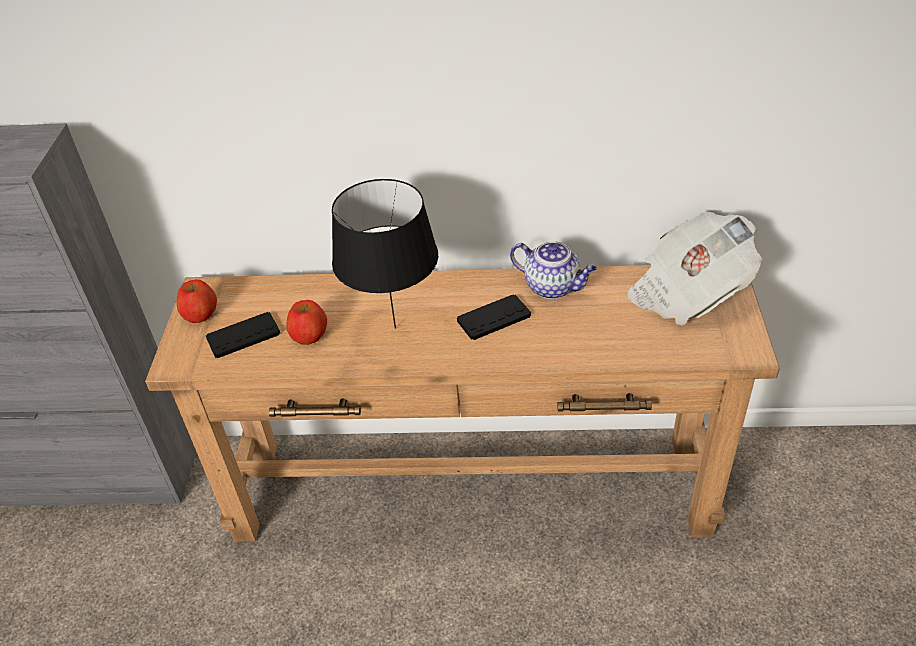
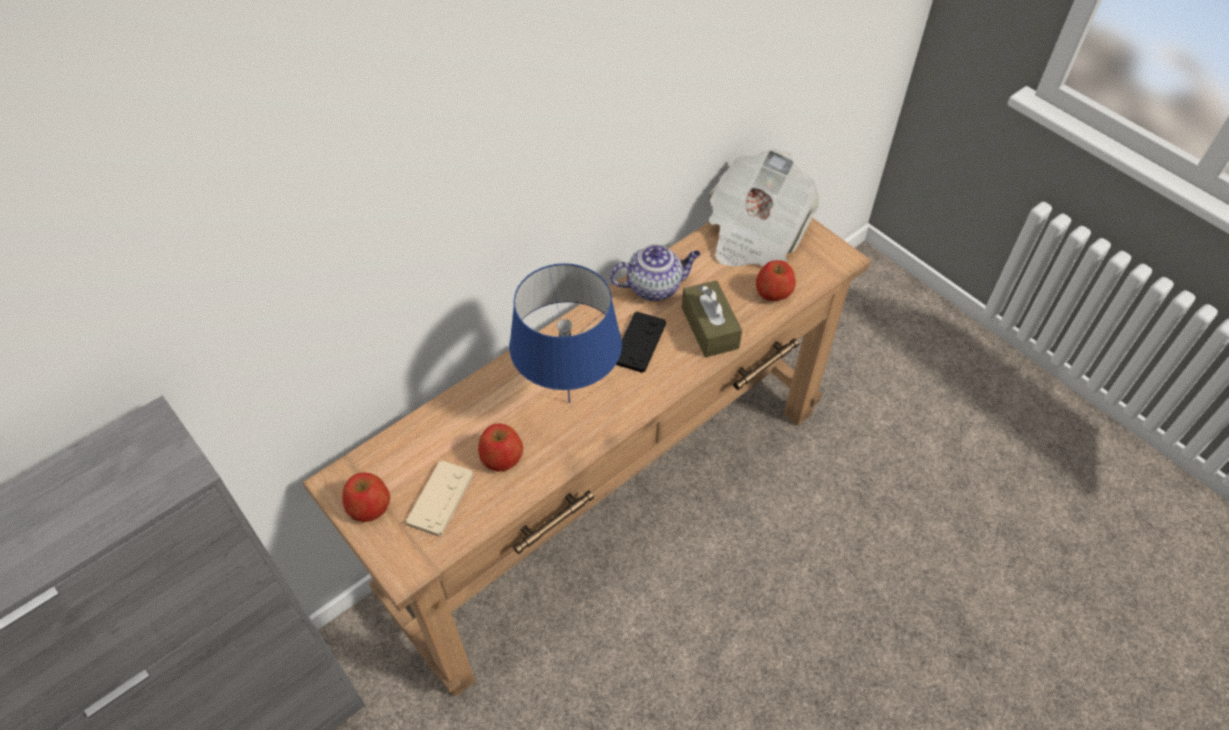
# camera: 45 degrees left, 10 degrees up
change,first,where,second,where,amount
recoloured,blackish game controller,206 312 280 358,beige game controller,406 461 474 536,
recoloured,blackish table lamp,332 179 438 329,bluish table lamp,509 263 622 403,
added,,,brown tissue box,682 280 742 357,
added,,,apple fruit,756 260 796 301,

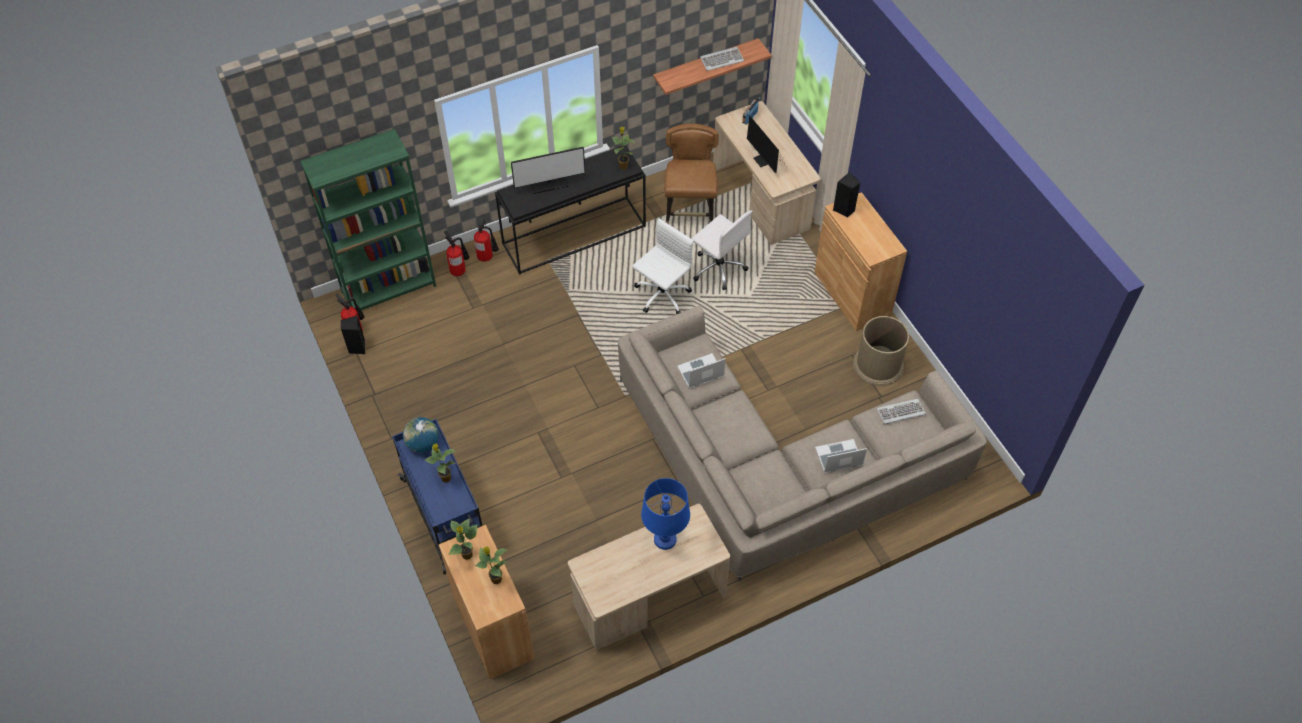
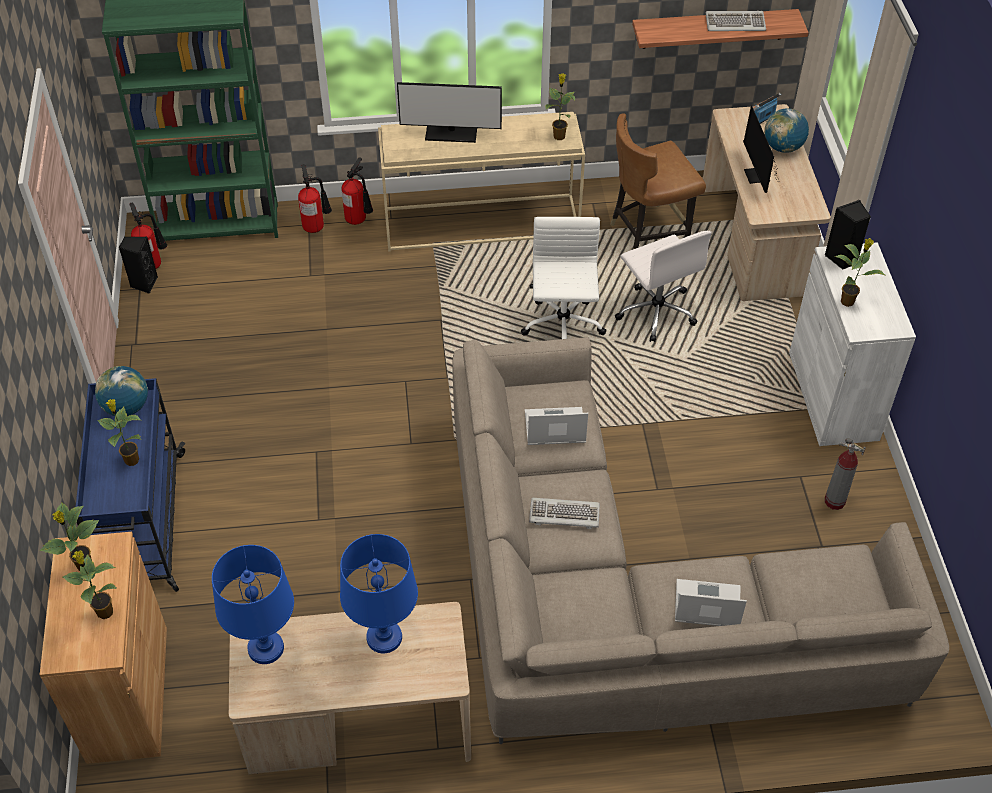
# camera: 20 degrees right, 5 degrees down
change,first,where,second,where,amount
recoloured,blackish console table,495 145 646 275,beige console table,378 112 585 252,
turned,white computer chair,632 218 693 314,,521 217 607 339,60 degrees counterclockwise
turned,brown plain chair,664 124 718 224,,610 113 706 249,135 degrees counterclockwise
recoloured,brown cabinet,814 192 907 331,white cabinet,789 242 916 446,
replaced,brown trash can,853 316 909 386,fire-fighting cylinder,825 438 866 510,
moved,computer keyboard,877 399 926 425,,529 498 600 529,
added,,,bluish table lamp,212 545 294 664,
added,,,world globe,764 108 809 153,
added,,,potted plant,835 238 885 307,

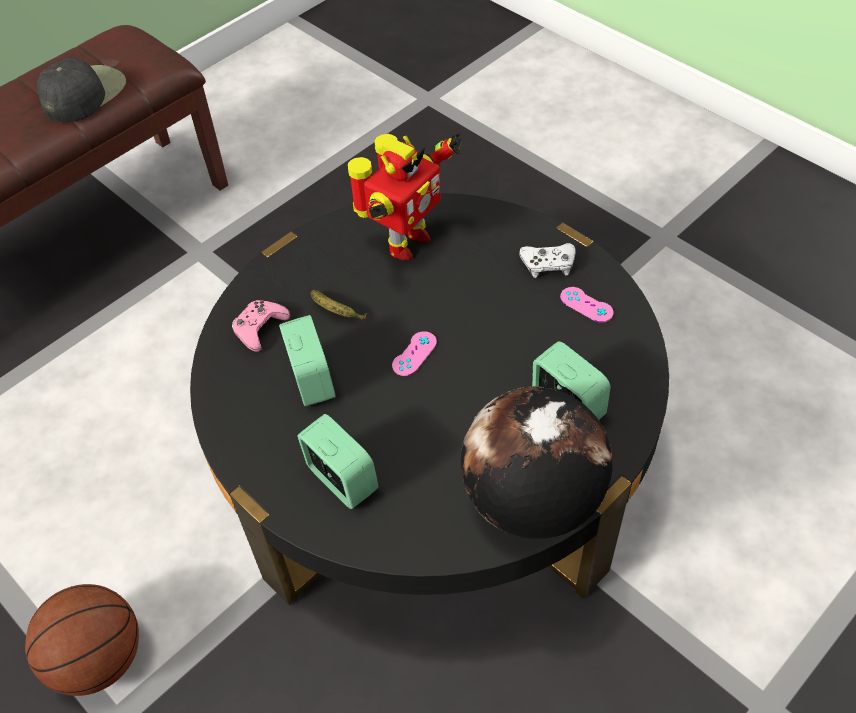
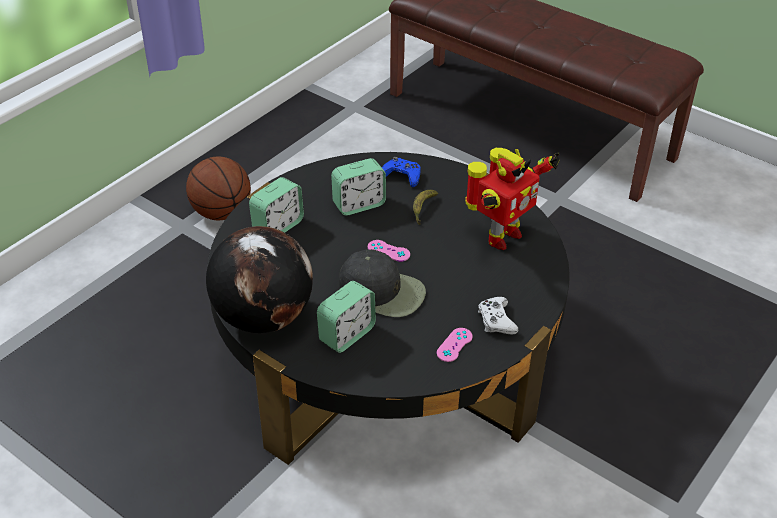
# camera: 80 degrees right, 10 degrees down
change,first,where,second,where,amount
moved,blackish cap,37 58 126 122,,339 249 426 317,
recoloured,pink game controller,232 300 290 352,bluish game controller,382 157 421 187,
turned,model robot,348 132 462 261,,465 148 560 250,75 degrees counterclockwise

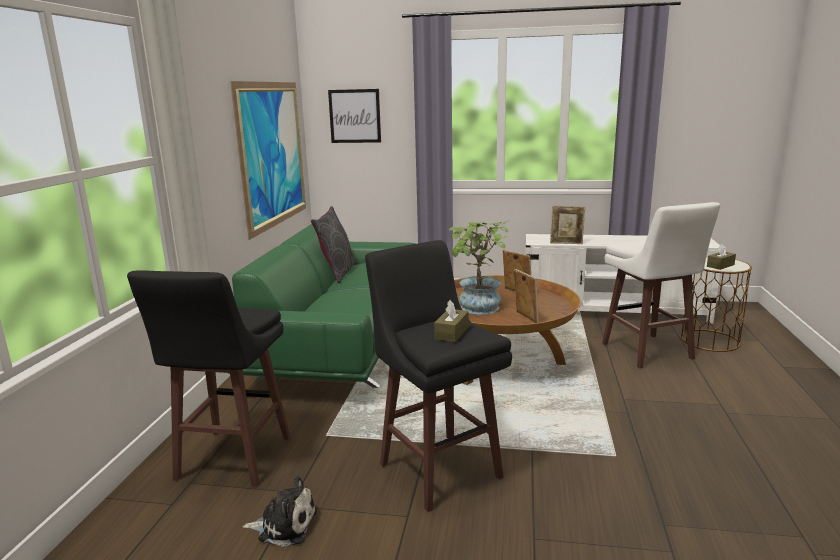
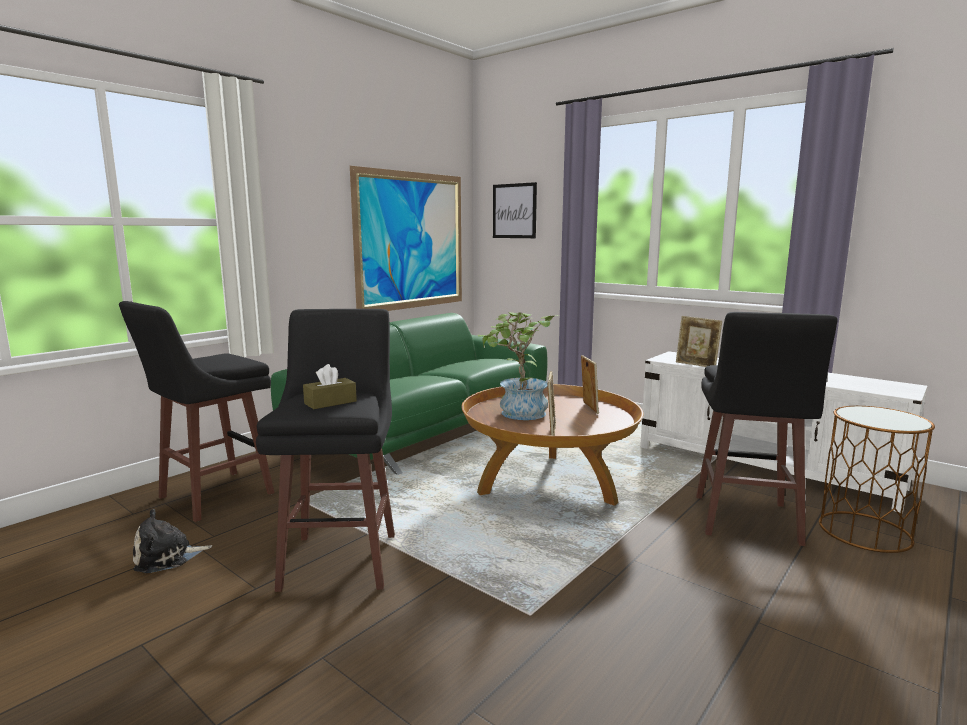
# camera: 30 degrees right, 5 degrees down
change,first,where,second,where,amount
turned,soft toy,242 476 317 547,,133 509 212 573,120 degrees clockwise
removed,grey cushion,311 206 357 283,,,
recoloured,white stool seat,602 202 720 369,blackish stool seat,696 312 837 546,
removed,brown tissue box,707 244 736 270,,,

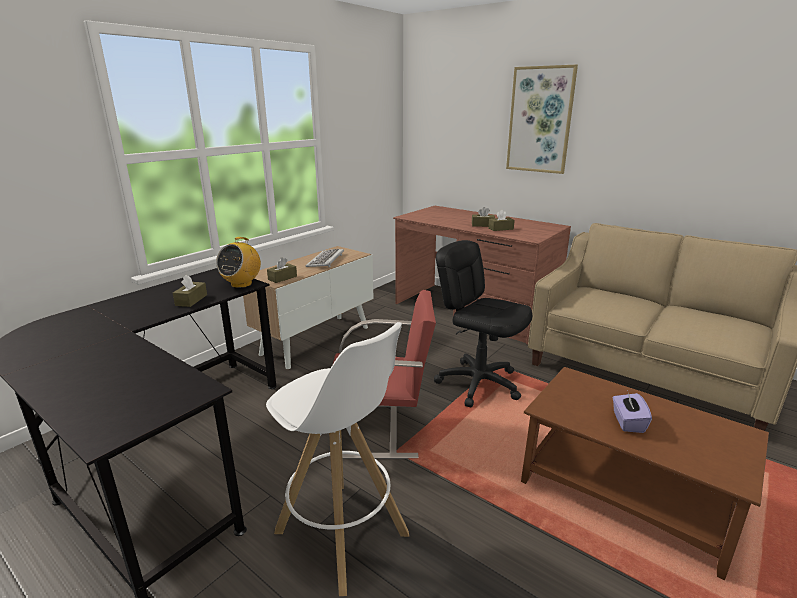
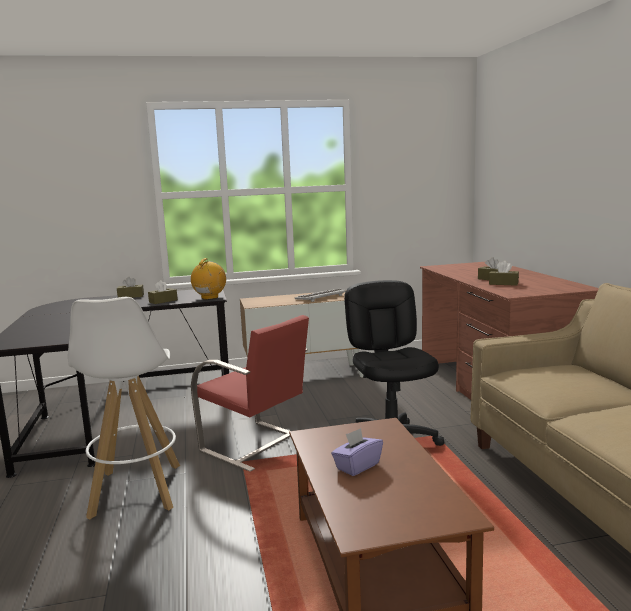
# camera: 40 degrees right, 10 degrees down
change,first,where,second,where,amount
turned,radio set,216 237 261 288,,191 258 226 300,135 degrees clockwise
moved,brown tissue box,267 257 297 283,,117 277 144 298,
removed,picture,506 65 578 174,,,

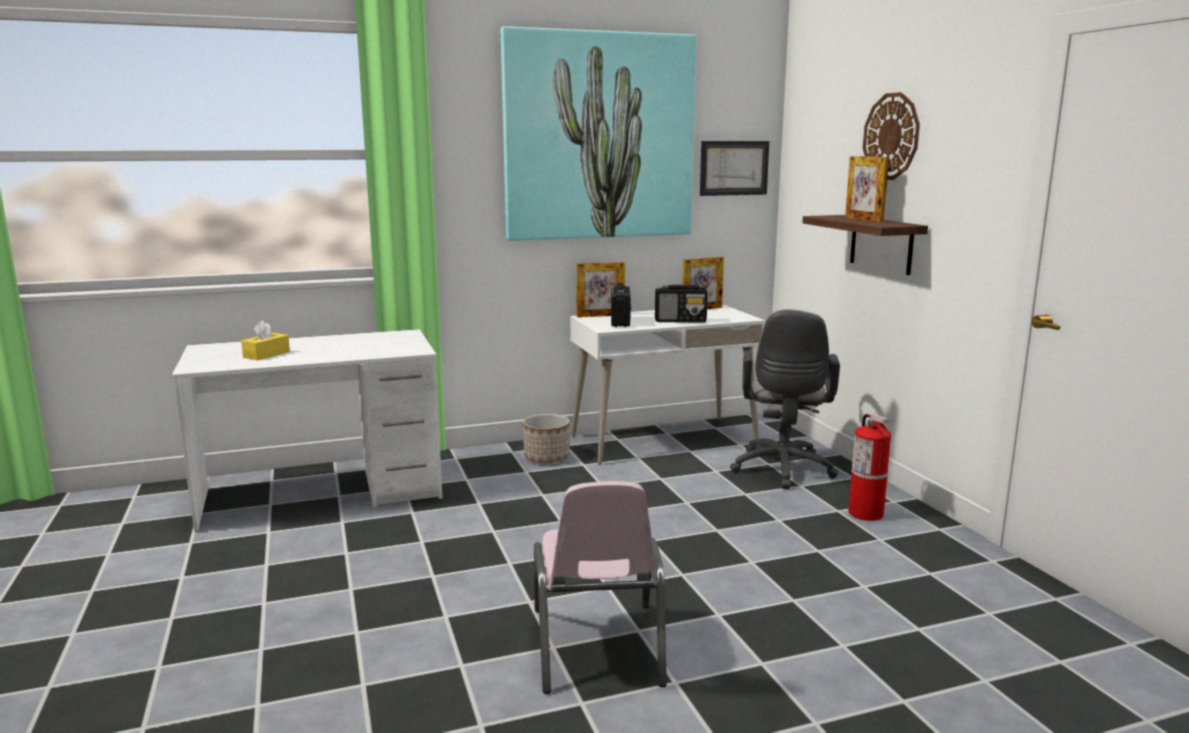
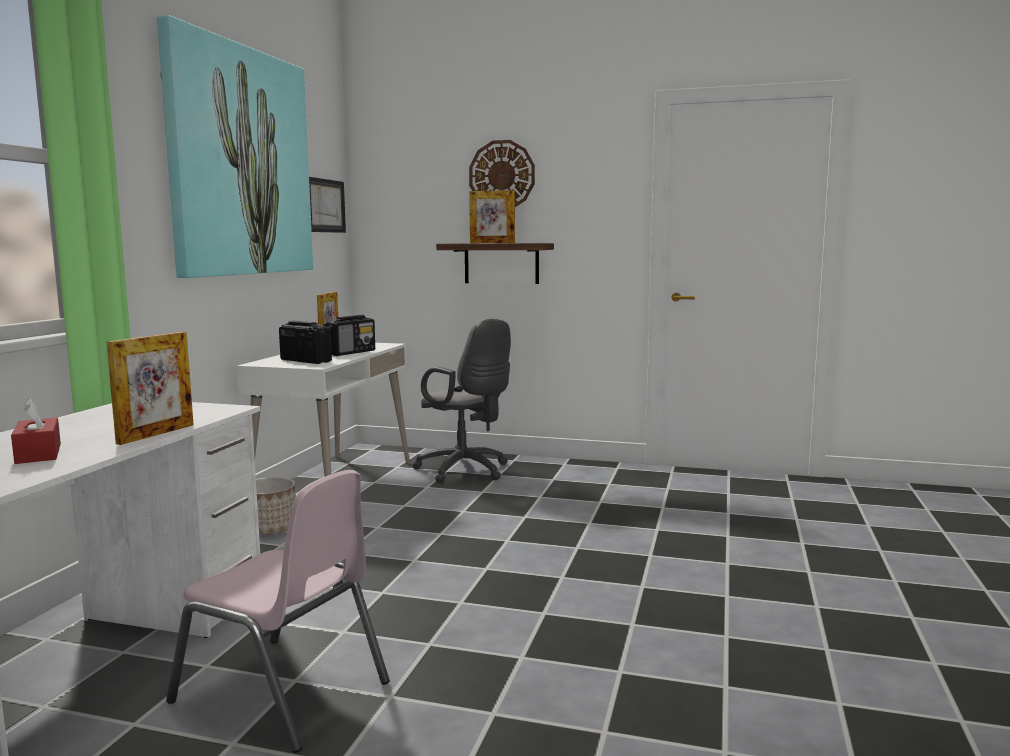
# camera: 55 degrees left, 5 degrees down
change,first,where,second,where,amount
recoloured,yellow-coloured tissue box,241 321 290 360,reddish tissue box,11 398 61 464,
moved,pink plain chair,534 481 667 694,,166 470 390 753,
moved,picture frame,576 262 625 317,,106 332 194 445,
removed,fire-fighting cylinder,848 414 891 521,,,

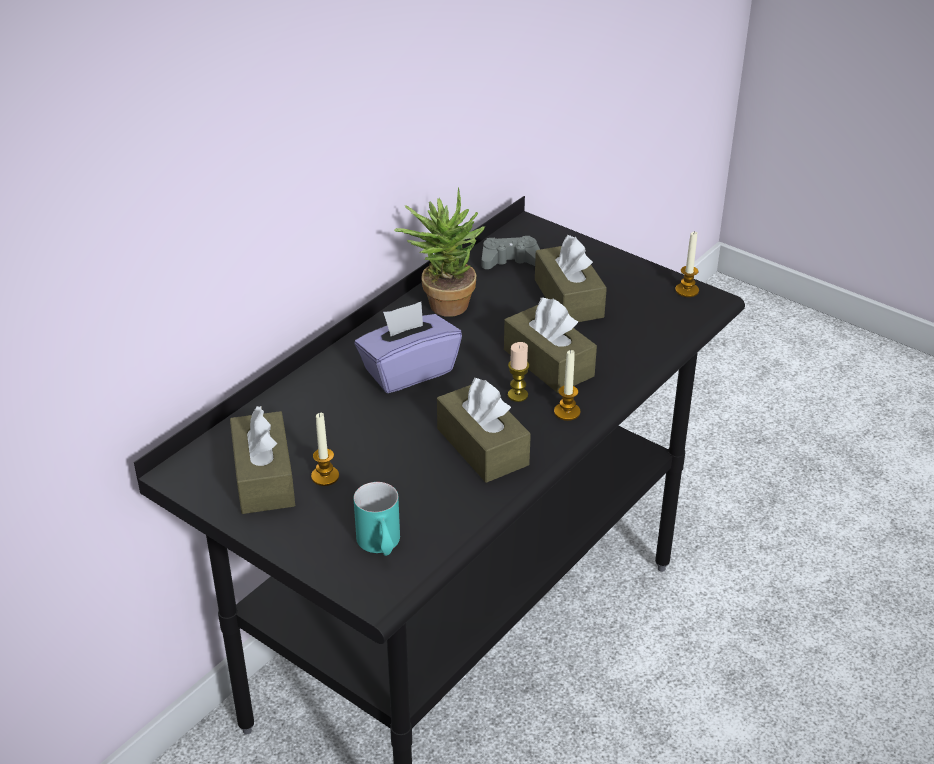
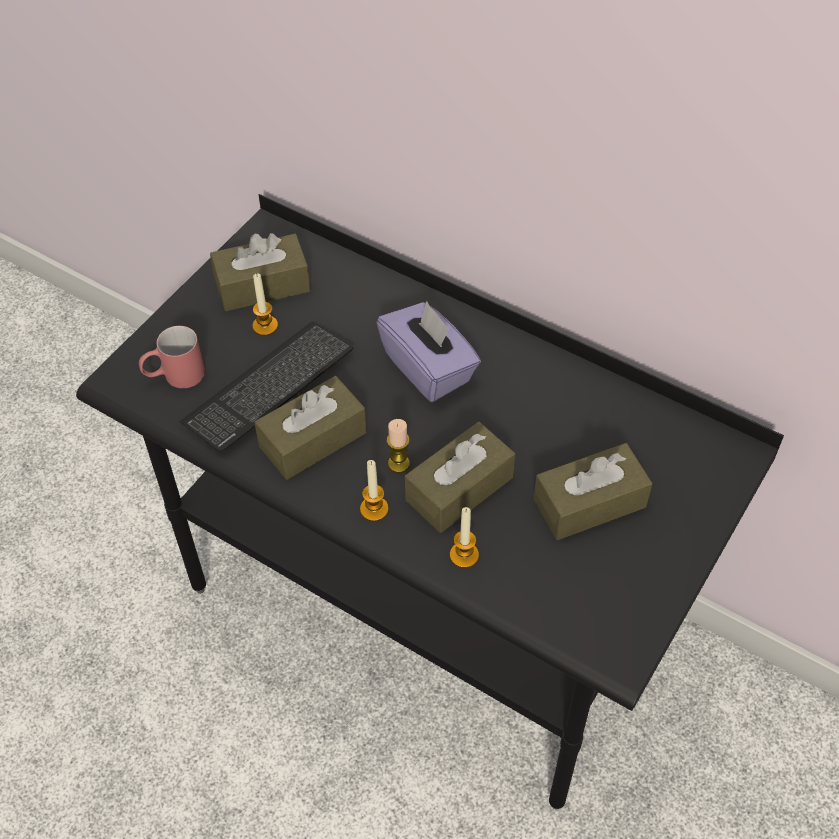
# camera: 85 degrees right, 15 degrees up
change,first,where,second,where,amount
recoloured,turquoise mug,354 482 400 556,reddish mug,139 326 205 388,
removed,potted plant,394 188 485 317,,,
removed,grey game controller,482 236 540 269,,,
moved,candle,675 232 699 297,,450 507 479 568,
added,,,computer keyboard,179 321 353 452,

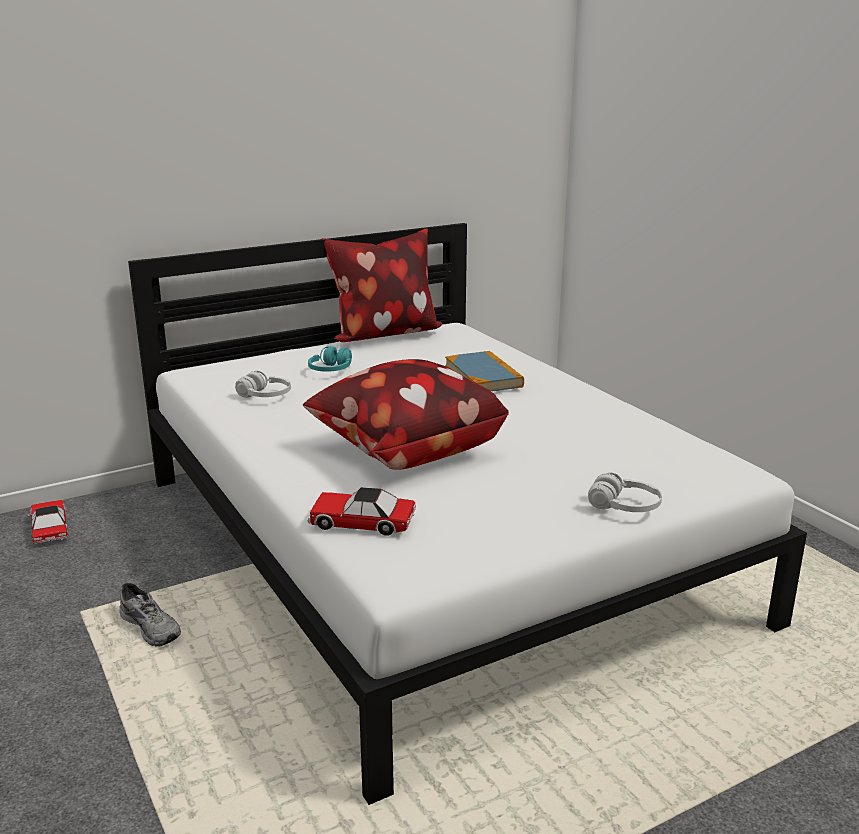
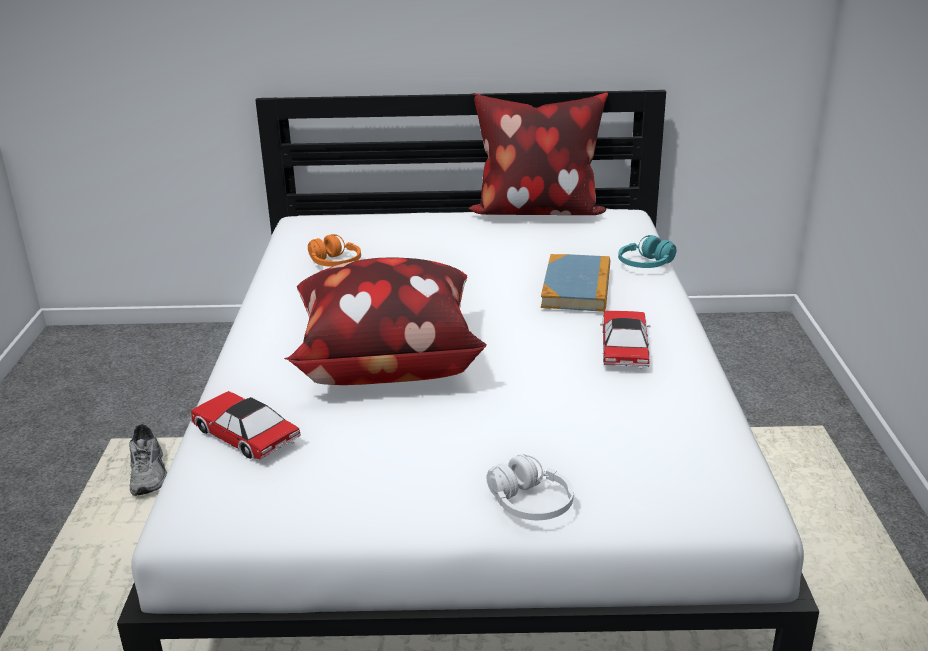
# camera: 30 degrees right, 5 degrees up
change,first,where,second,where,amount
moved,model car,28 500 68 544,,600 311 651 369,
recoloured,white headset,235 371 291 398,orangey headset,308 234 361 267,
moved,turquoise headset,308 346 352 372,,618 235 676 268,

